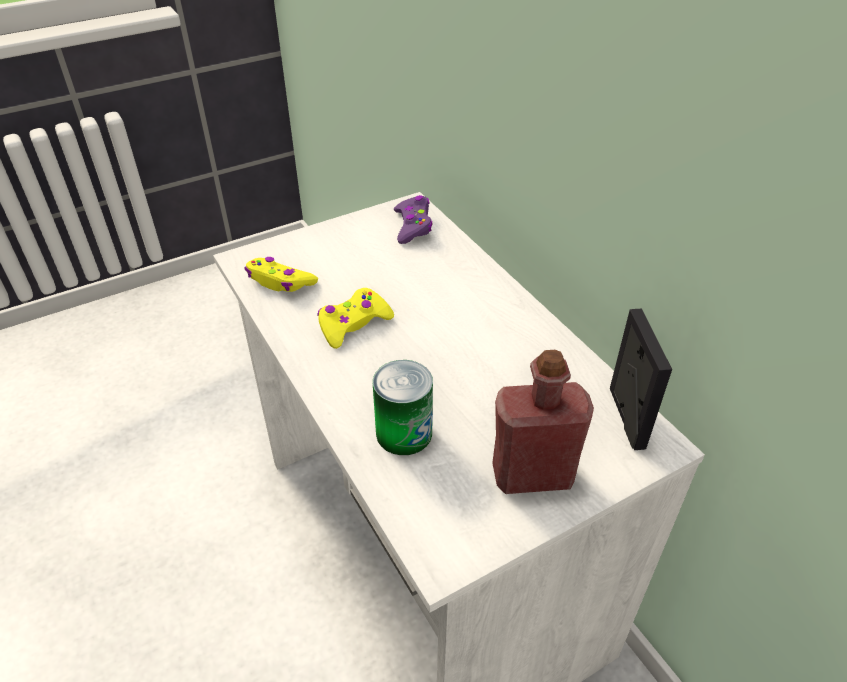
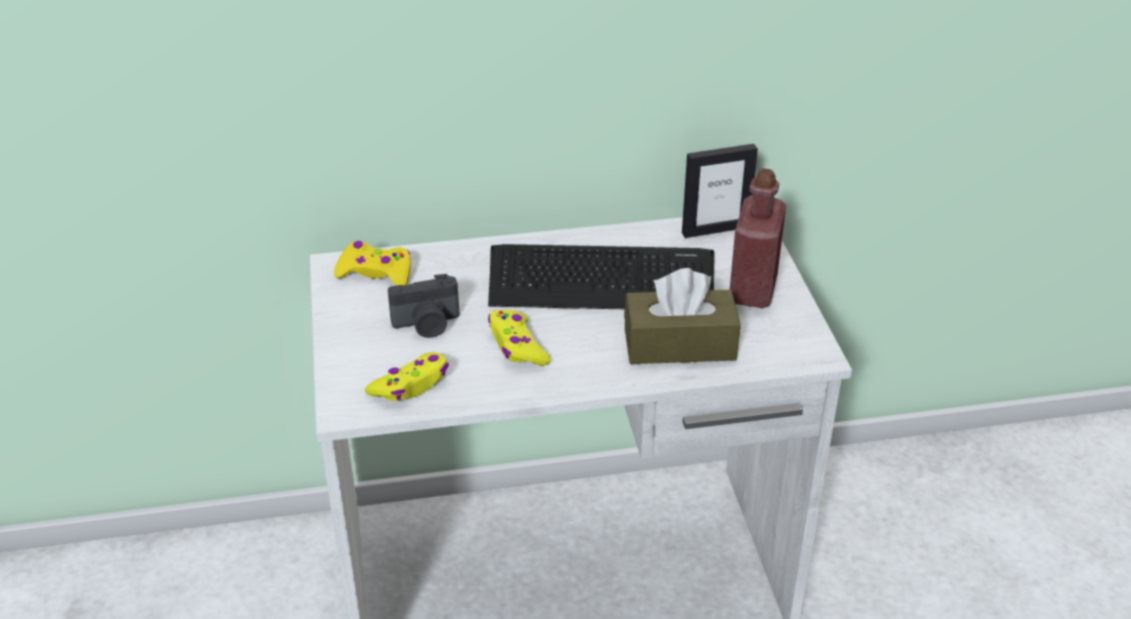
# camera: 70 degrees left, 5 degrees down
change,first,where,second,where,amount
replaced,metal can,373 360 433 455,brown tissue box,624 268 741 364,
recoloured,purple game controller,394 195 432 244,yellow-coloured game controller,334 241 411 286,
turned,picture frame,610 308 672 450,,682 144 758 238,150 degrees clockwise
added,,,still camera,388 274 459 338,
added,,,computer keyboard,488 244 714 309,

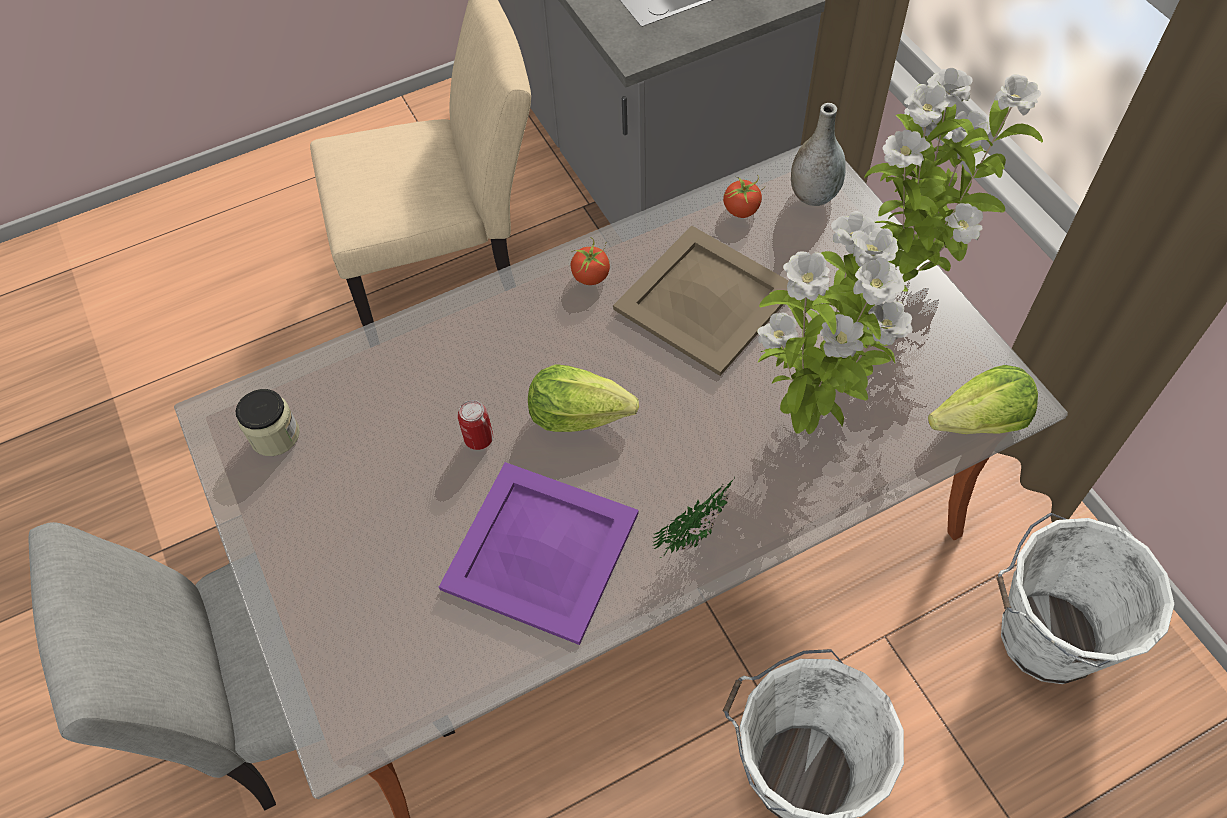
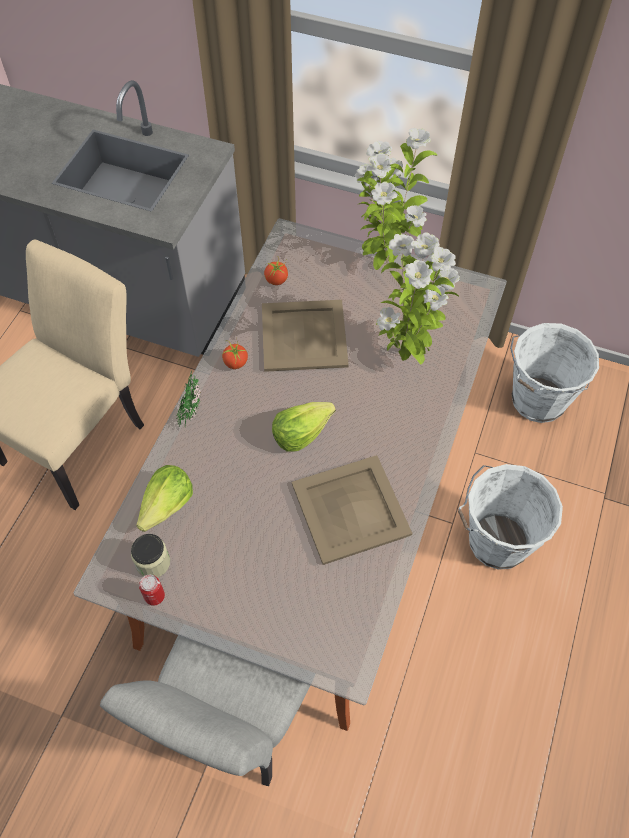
# camera: 45 degrees left, 0 degrees up
change,first,where,second,where,amount
recoloured,purple tray,439 462 639 645,beige tray,292 455 412 565,
moved,metal can,458 400 493 450,,139 575 165 606,
moved,potted plant,653 479 734 558,,176 369 201 430,
removed,grey vase,791 103 846 206,,,
moved,head of lettuce,928 365 1038 434,,136 465 193 532,

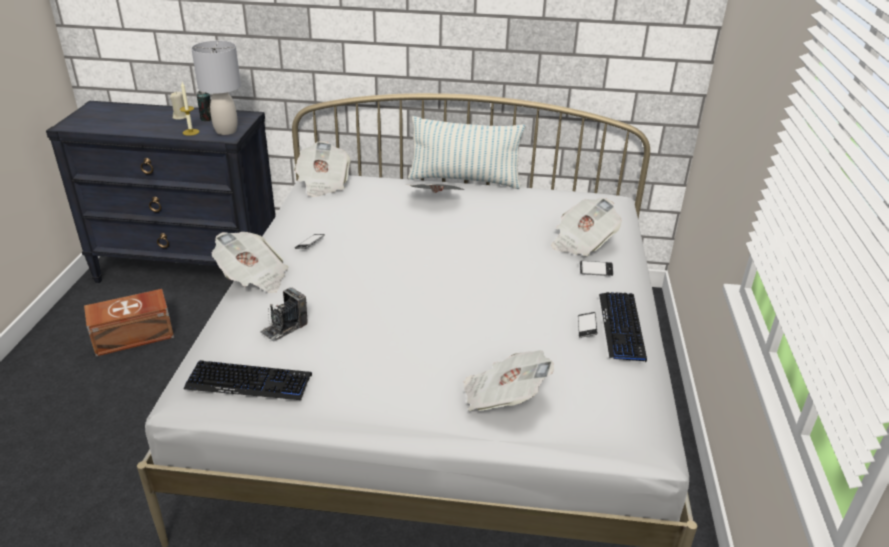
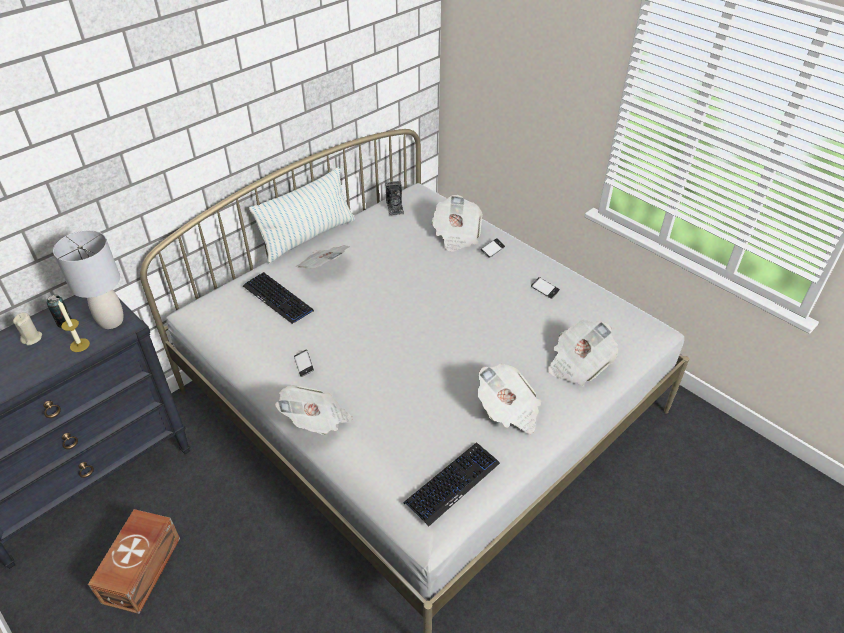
# camera: 50 degrees left, 10 degrees up
change,first,where,second,where,amount
moved,still camera,260 288 308 341,,386 181 404 215,
moved,printed paper,294 141 351 197,,477 364 541 434,
moved,computer keyboard,599 292 647 362,,243 272 314 324,

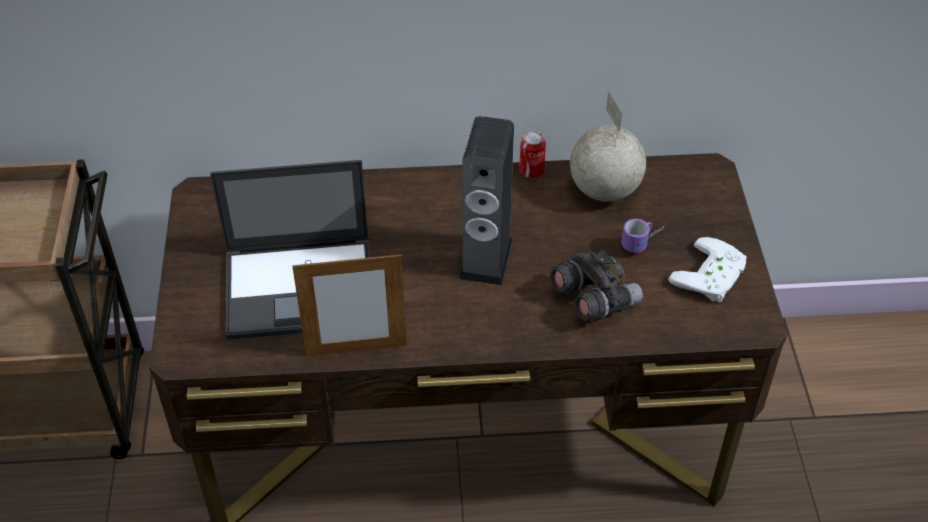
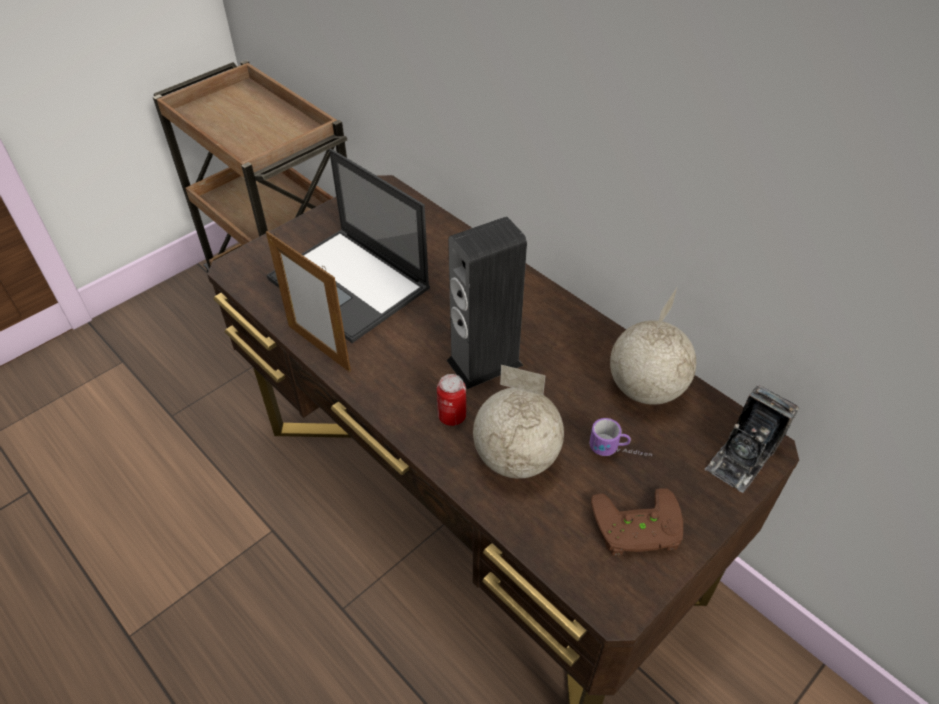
# camera: 50 degrees right, 0 degrees up
change,first,where,second,where,amount
moved,metal can,519 131 546 178,,437 374 466 426,
replaced,grey pair of binoculars,550 250 643 321,world globe,473 365 564 479,
recoloured,white game controller,668 237 747 302,brown game controller,591 488 683 556,
added,,,still camera,705 385 799 493,

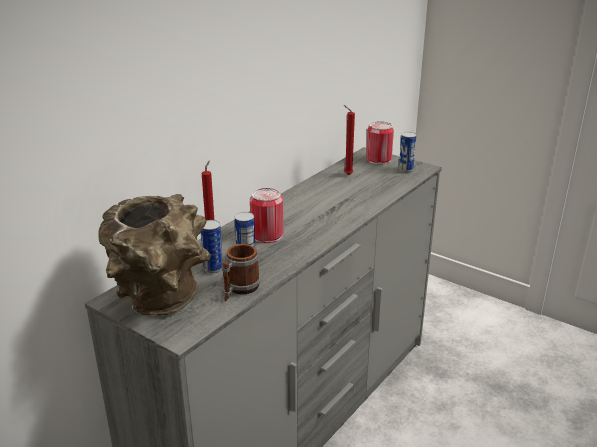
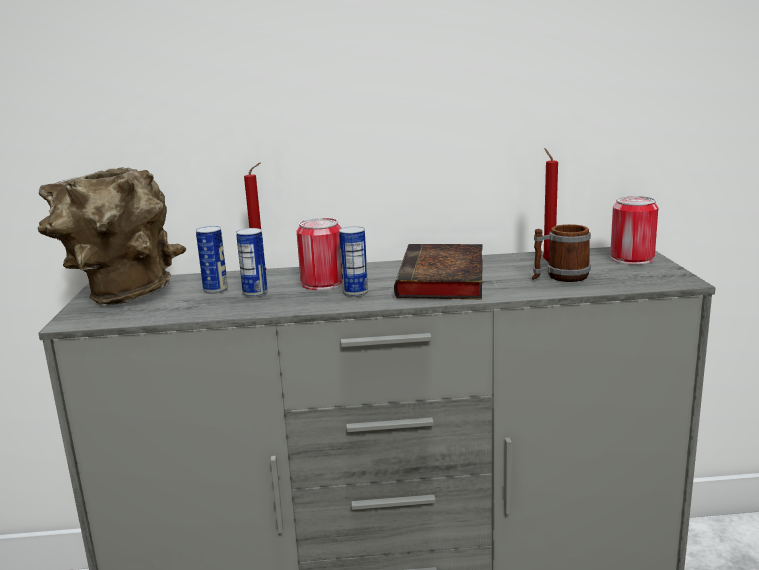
# camera: 50 degrees right, 10 degrees down
change,first,where,second,where,amount
moved,mug,222 244 260 301,,532 224 591 282,
moved,metal can,399 132 416 173,,339 226 368 297,
added,,,volume,394 244 483 299,

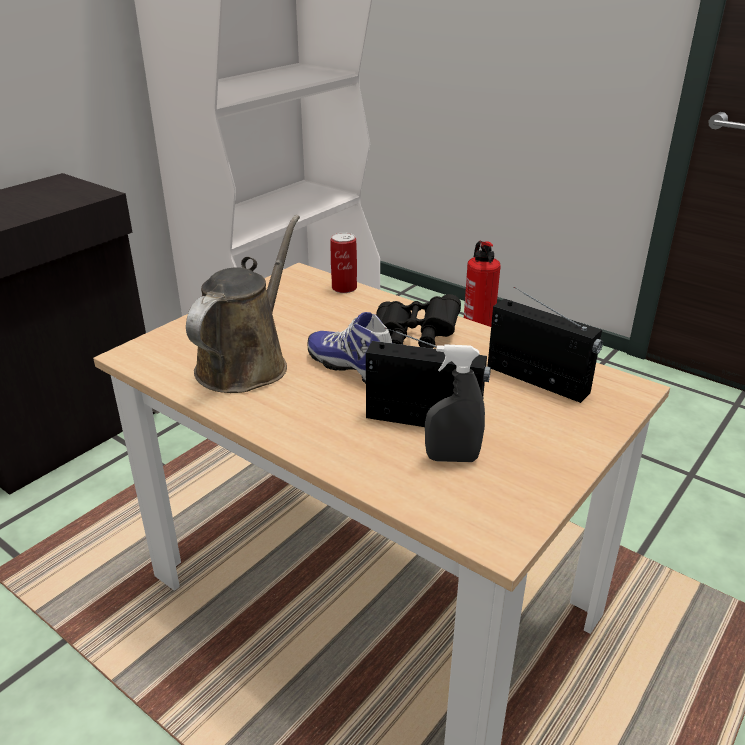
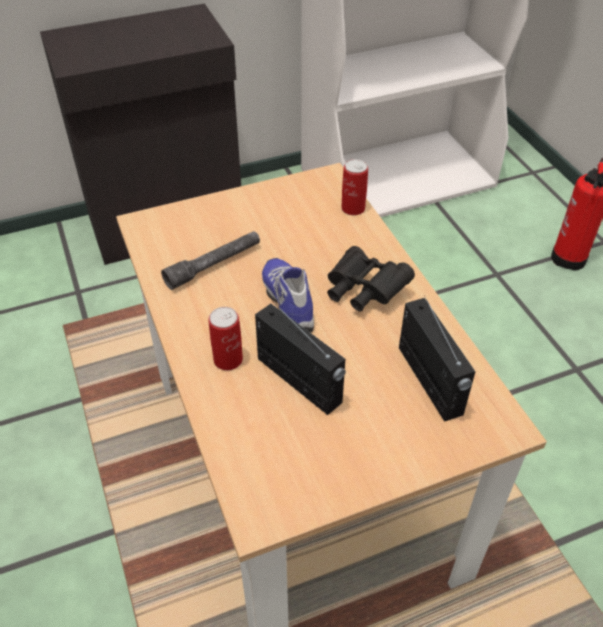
# camera: 30 degrees right, 15 degrees up
change,first,where,second,where,amount
replaced,brown watering pot,186 215 300 393,grey flashlight,161 231 260 290,
removed,grey spray bottle,425 344 485 462,,,
added,,,metal can,208 307 243 370,

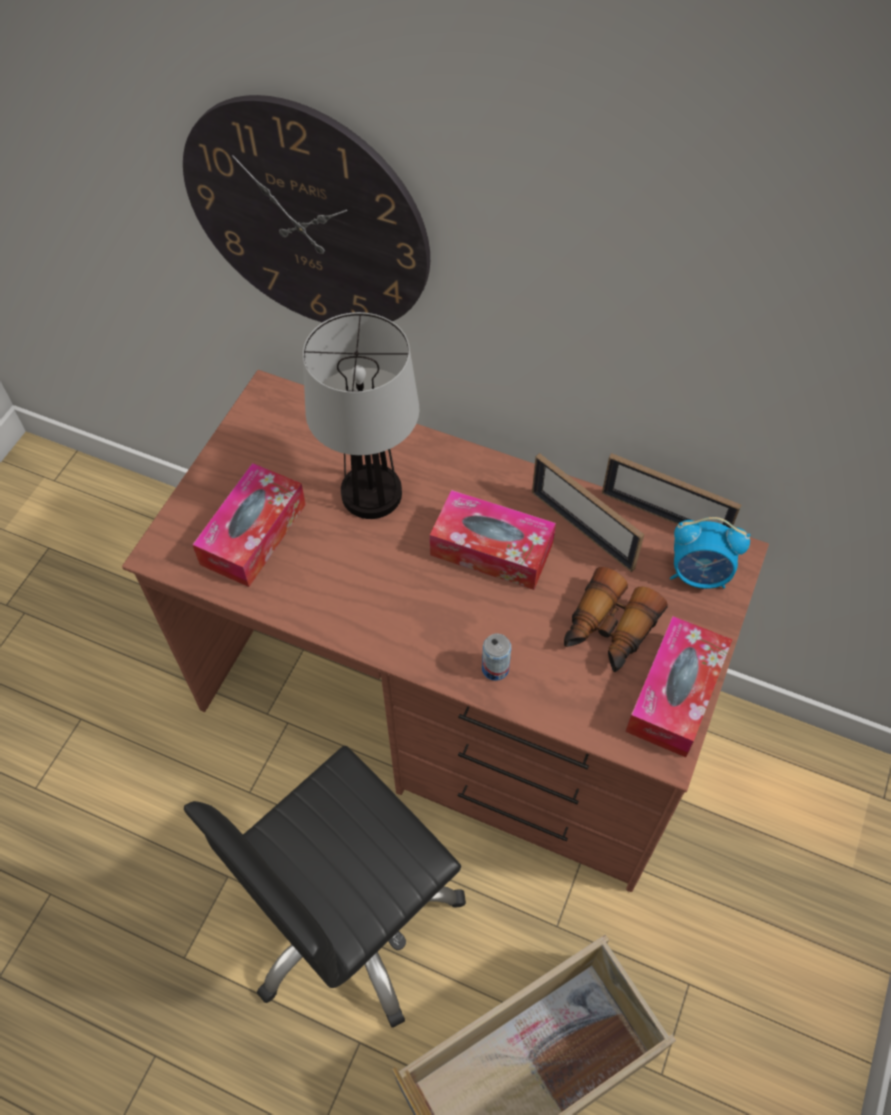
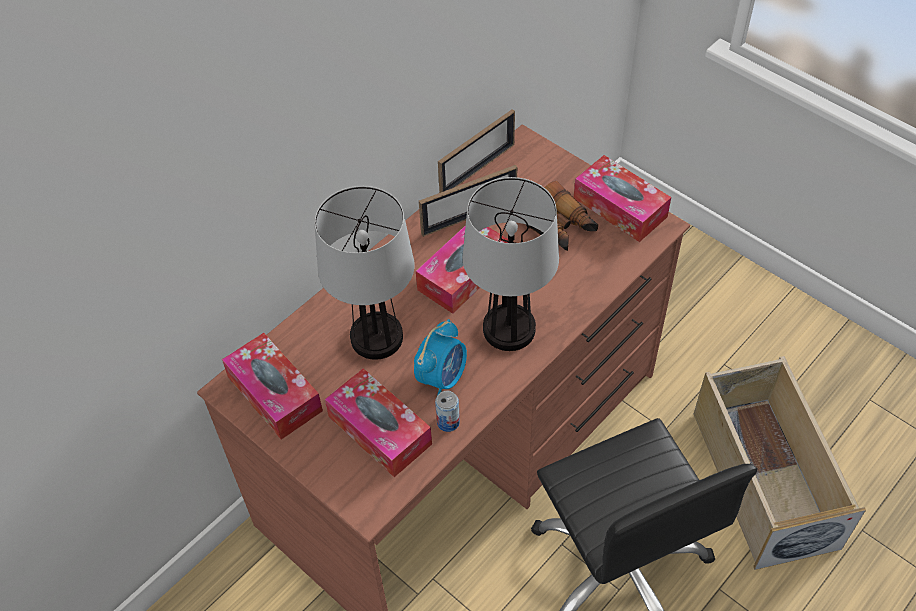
# camera: 70 degrees left, 5 degrees down
change,first,where,second,where,amount
removed,clock on the wall,183 95 430 322,,,
moved,metal can,482 634 511 681,,435 391 460 432,
moved,alarm clock,670 517 750 589,,414 319 467 396,
added,,,tissue box,222 333 323 440,
added,,,table lamp,463 177 559 351,

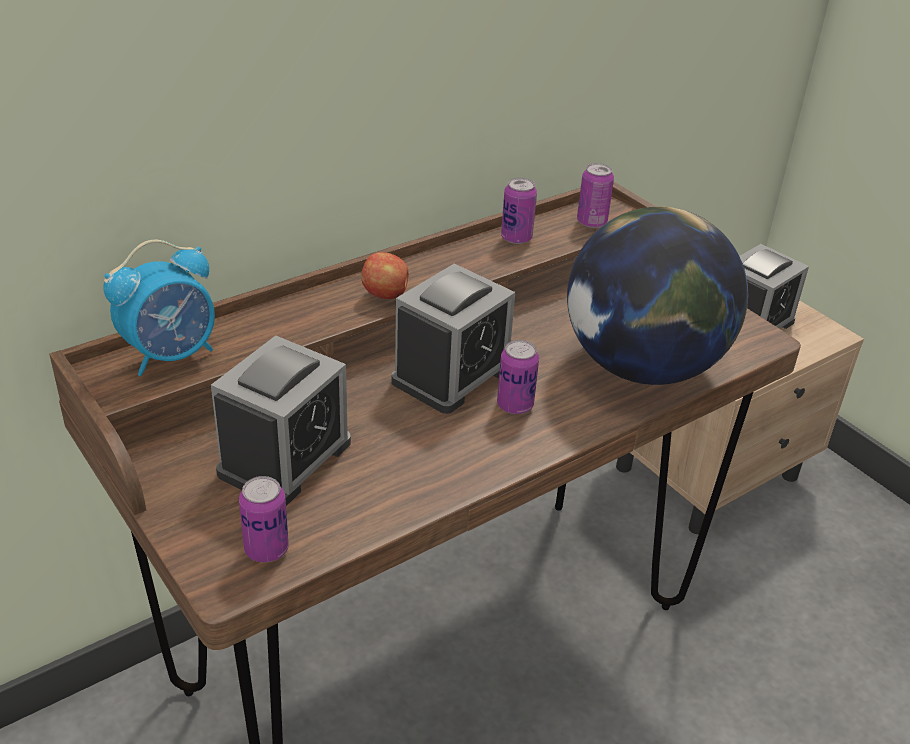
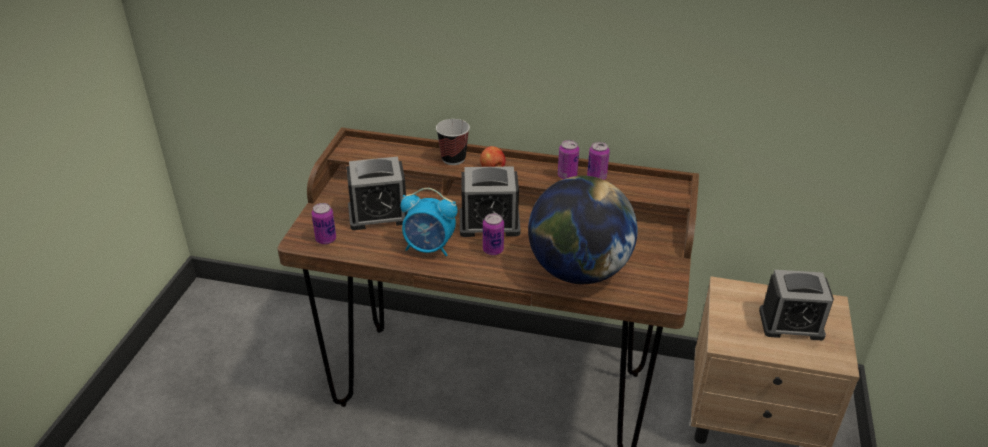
# camera: 50 degrees right, 0 degrees up
change,first,where,second,where,amount
moved,alarm clock,103 240 215 376,,401 188 458 256,
moved,metal can,577 163 614 228,,558 140 579 179,
added,,,cup,436 119 470 165,

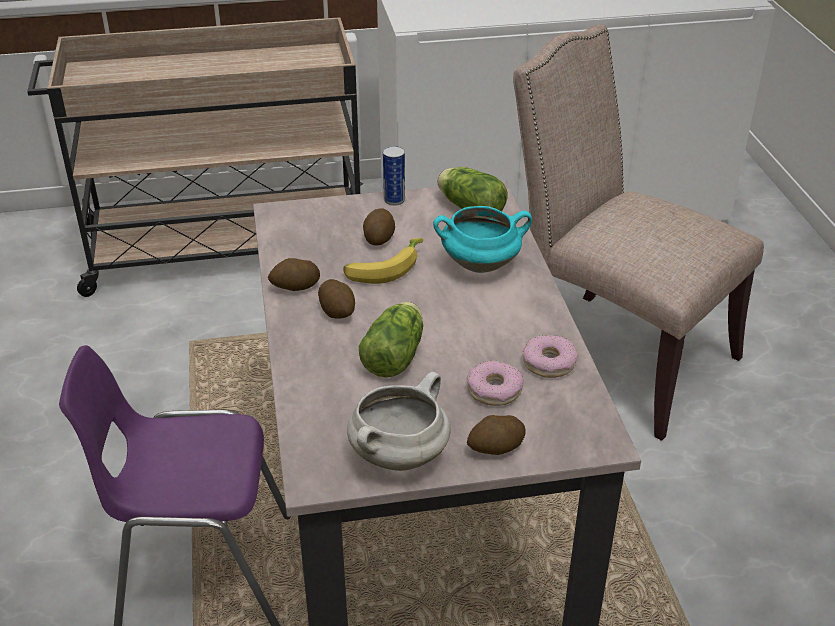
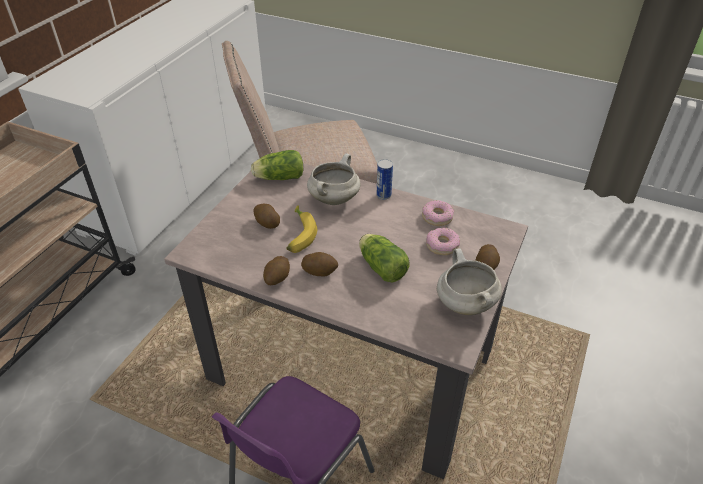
# camera: 55 degrees left, 5 degrees up
change,first,where,second,where,amount
moved,metal can,383 146 405 206,,376 159 393 200,
recoloured,turquoise saucepot,433 206 532 273,white saucepot,307 153 360 205,

